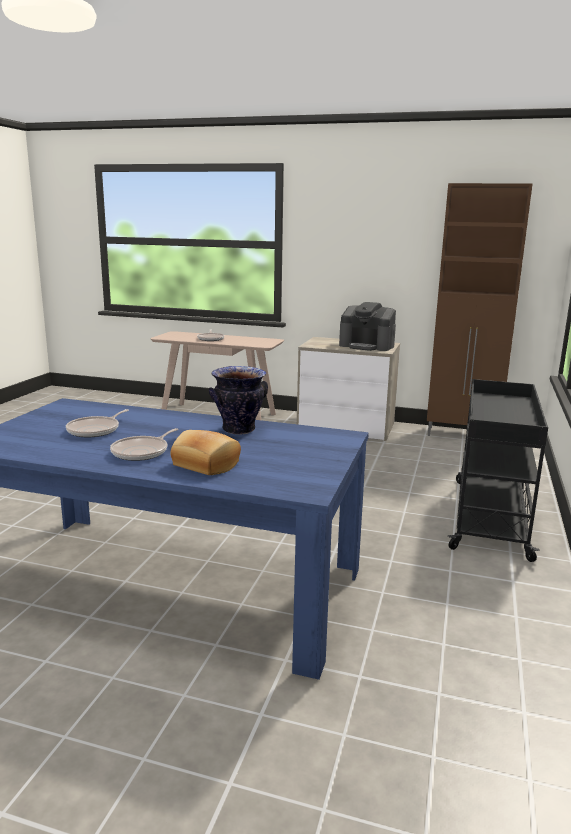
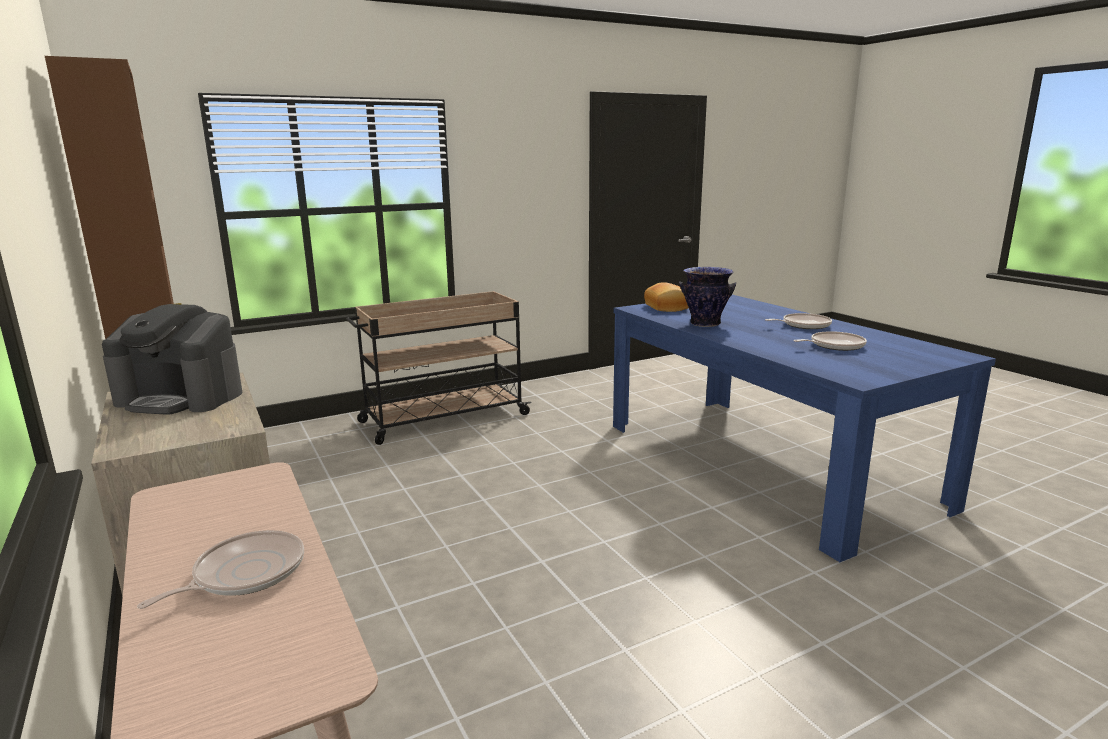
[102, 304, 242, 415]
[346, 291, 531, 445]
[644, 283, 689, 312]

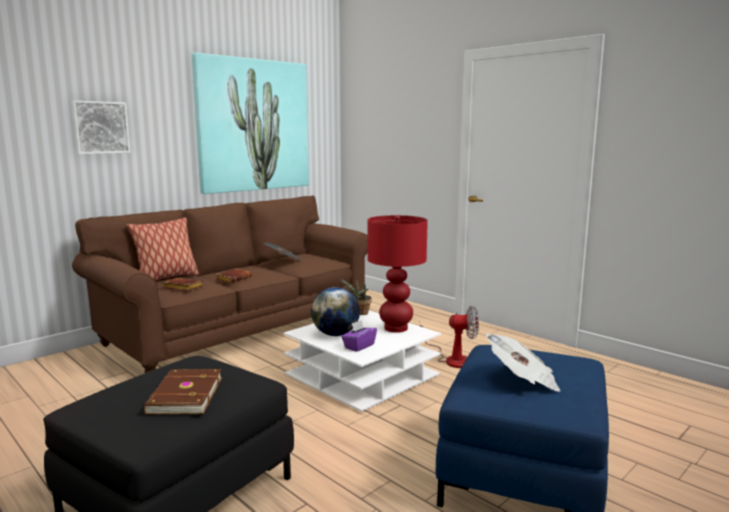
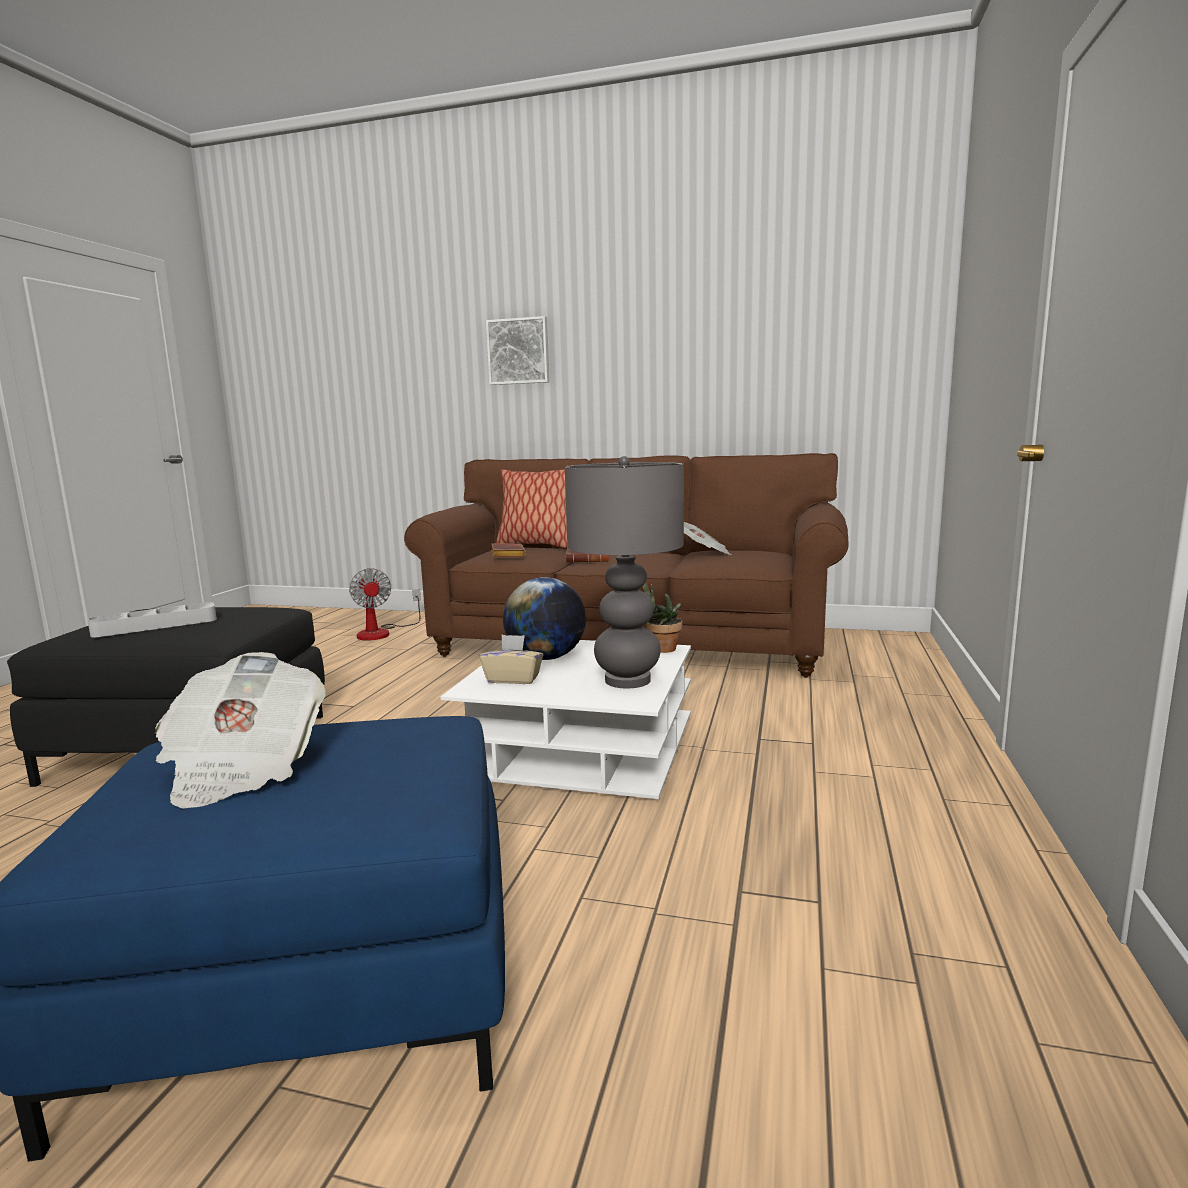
[88, 602, 217, 637]
[349, 568, 421, 641]
[479, 635, 543, 684]
[565, 456, 684, 688]
[192, 53, 309, 194] (first image)

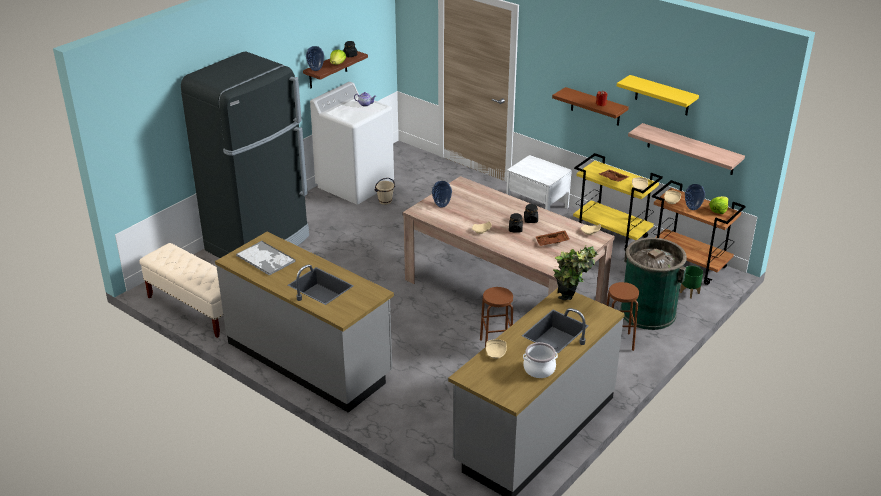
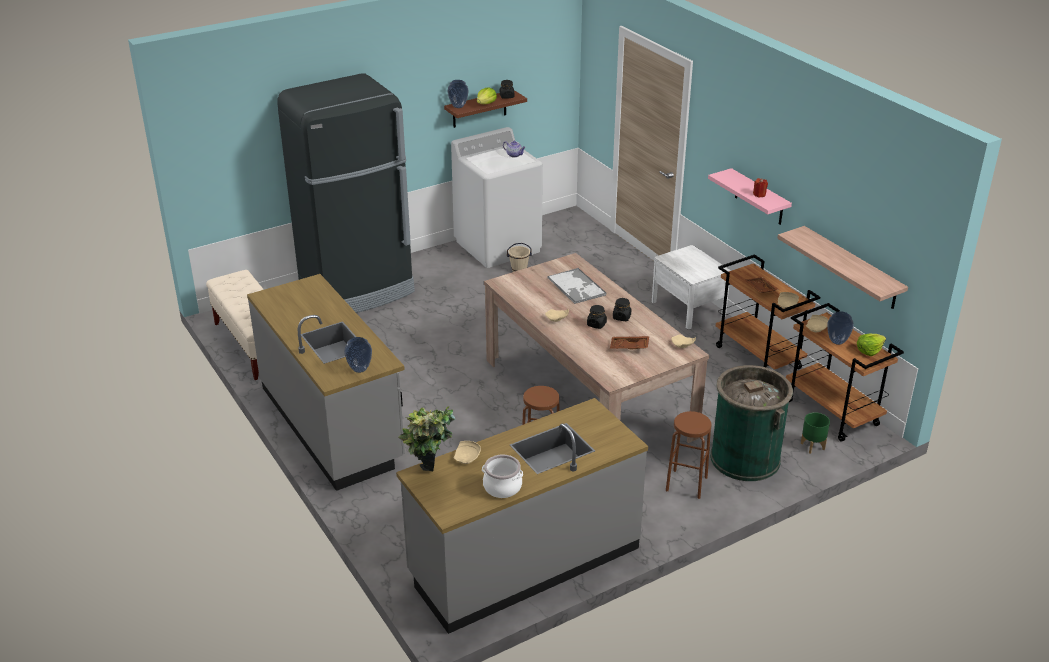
[344, 337, 372, 373]
[398, 406, 456, 471]
[547, 268, 606, 304]
[708, 168, 792, 225]
[716, 254, 820, 370]
[617, 75, 699, 115] (first image)

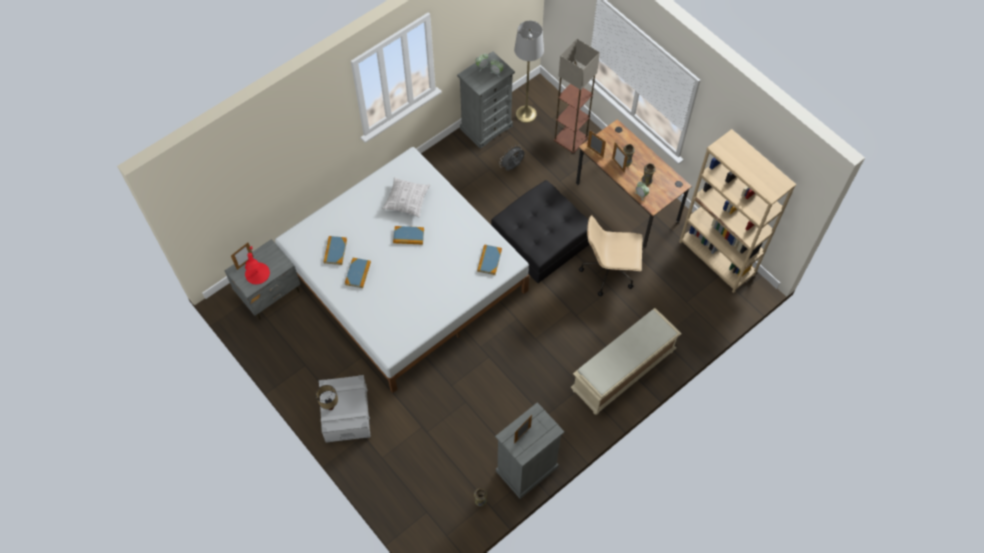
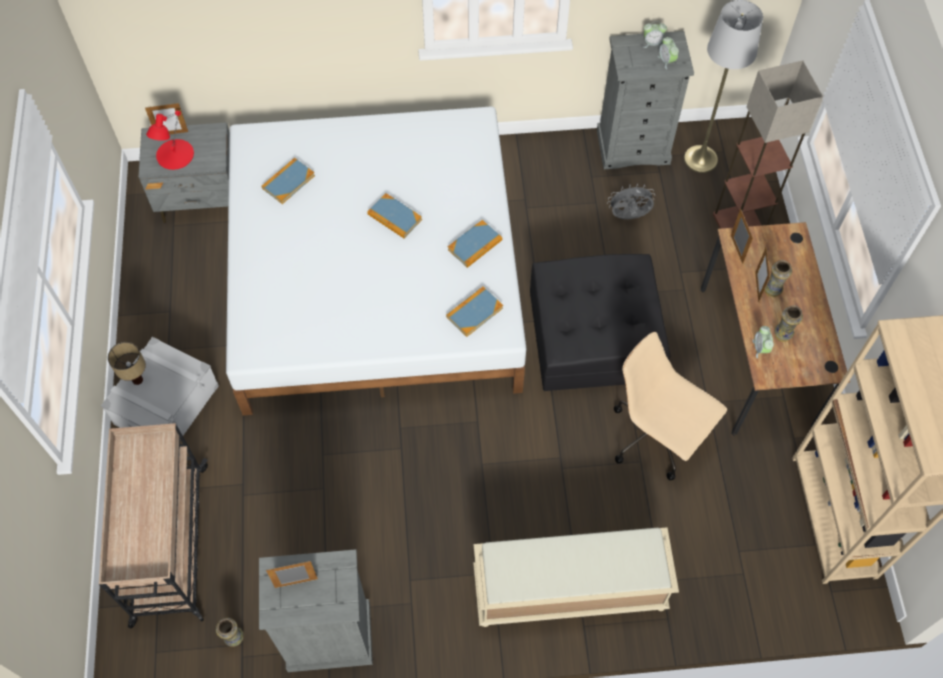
[99, 423, 208, 628]
[448, 220, 502, 268]
[382, 177, 430, 218] (first image)

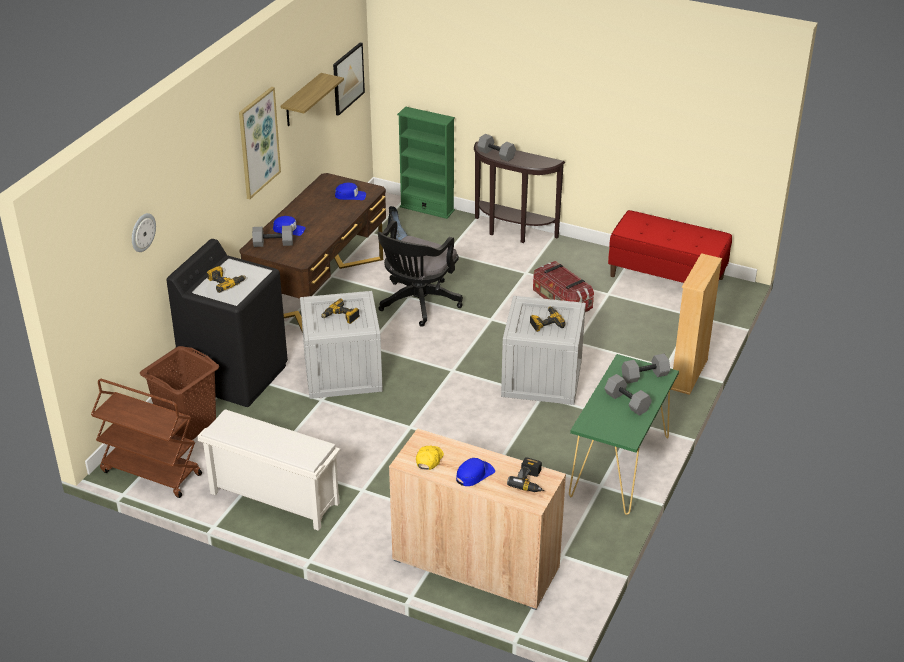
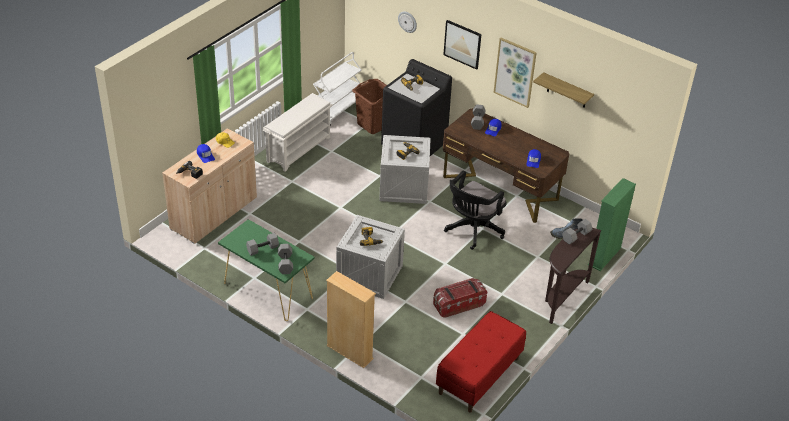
[313, 52, 361, 125]
[443, 20, 482, 70]
[444, 170, 507, 250]

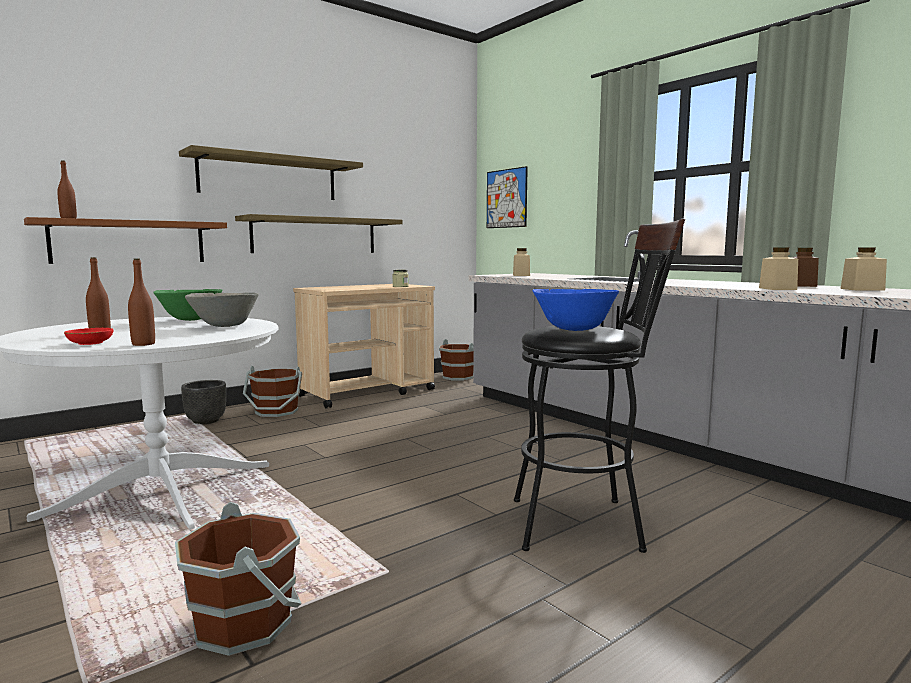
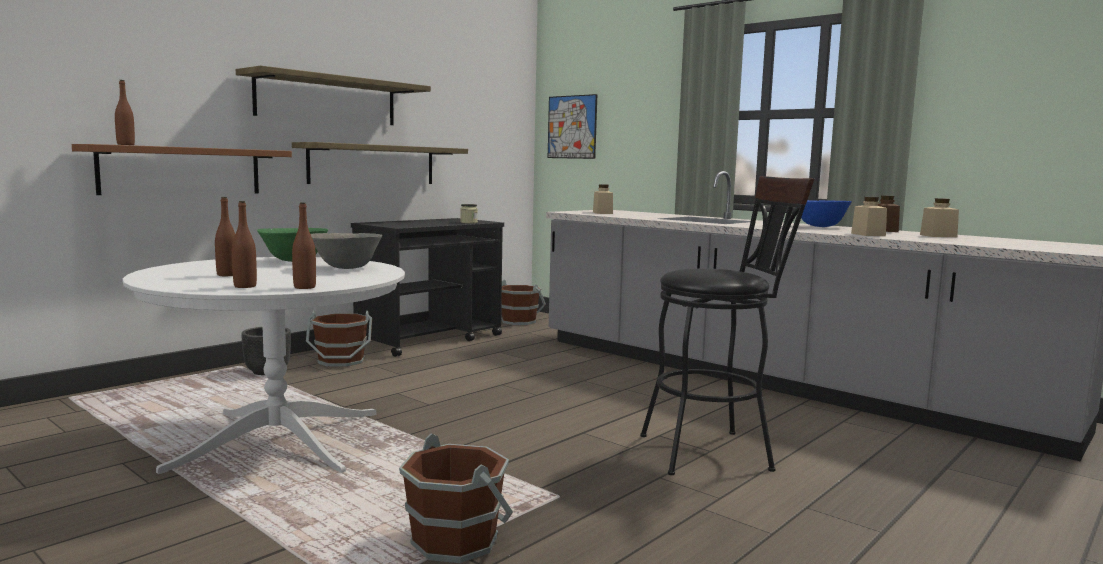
[232, 201, 257, 288]
[351, 218, 504, 357]
[801, 200, 852, 227]

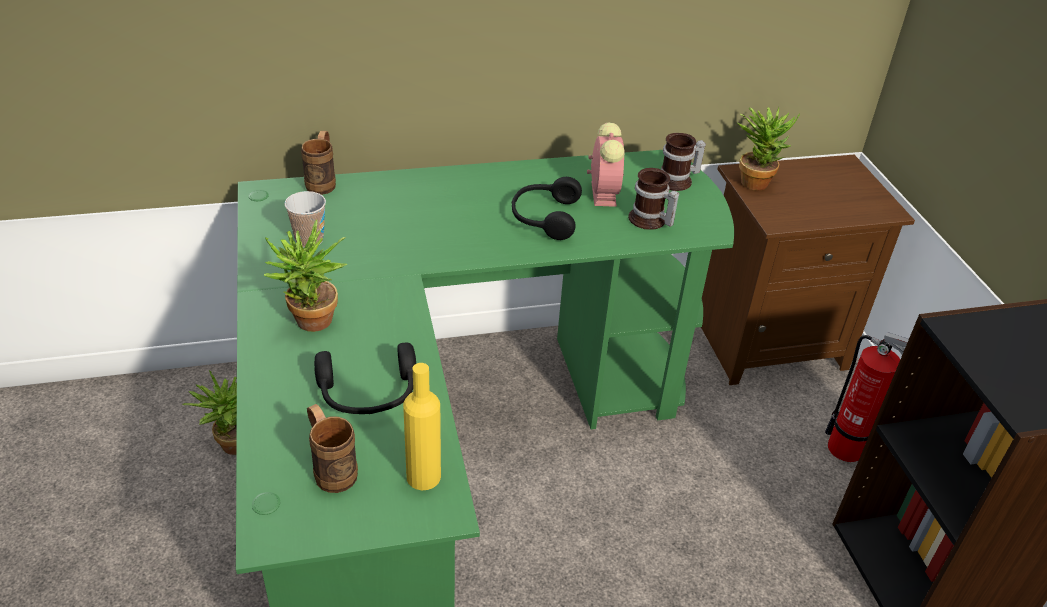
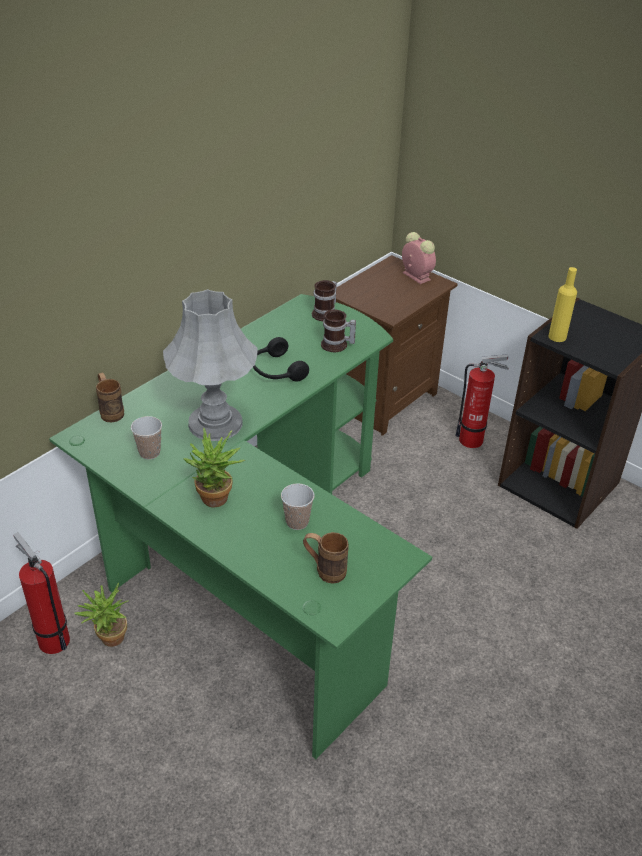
[14, 532, 70, 654]
[163, 289, 258, 441]
[281, 483, 314, 530]
[402, 232, 436, 284]
[549, 267, 577, 342]
[736, 107, 800, 190] (first image)

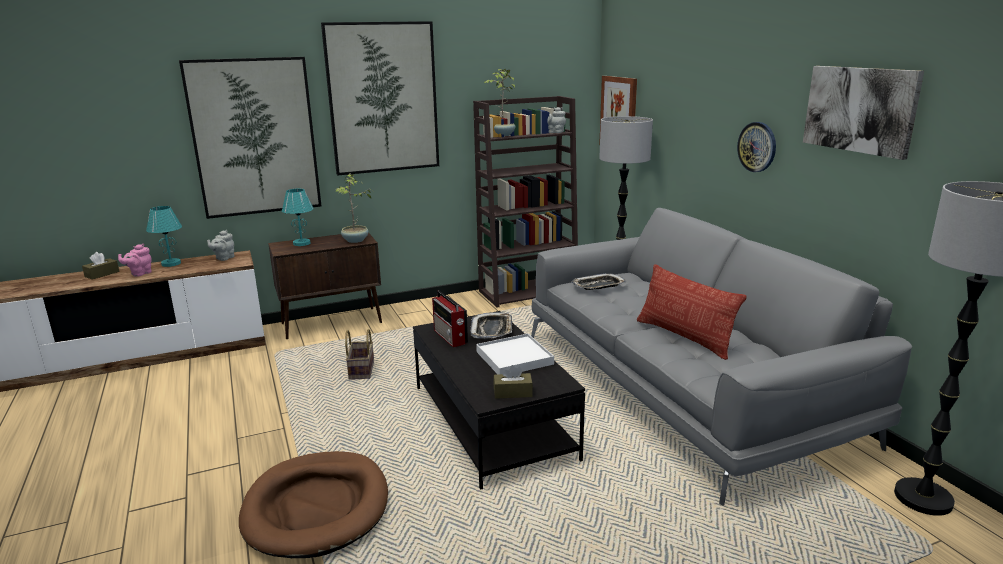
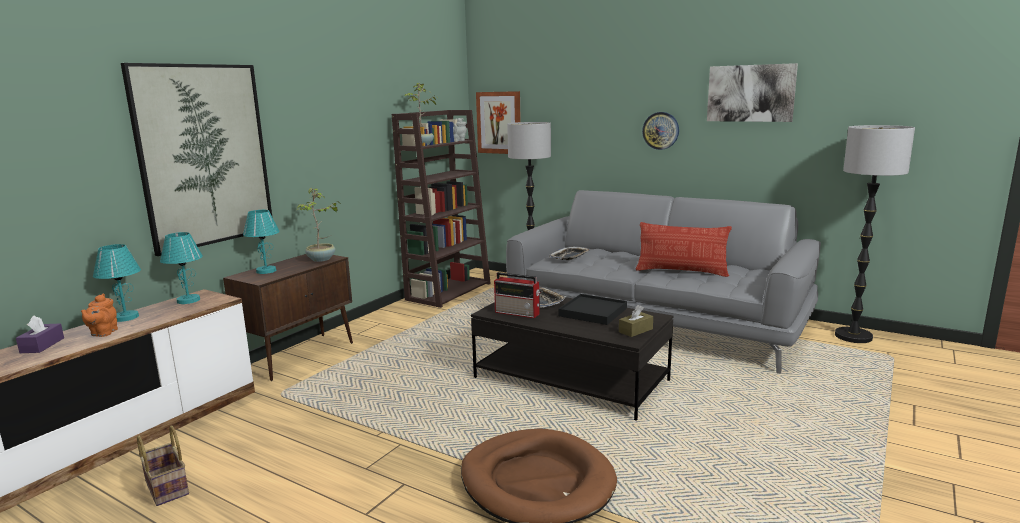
[16, 315, 64, 353]
[81, 293, 118, 337]
[137, 425, 189, 506]
[160, 232, 203, 304]
[558, 294, 627, 325]
[321, 21, 439, 176] (first image)

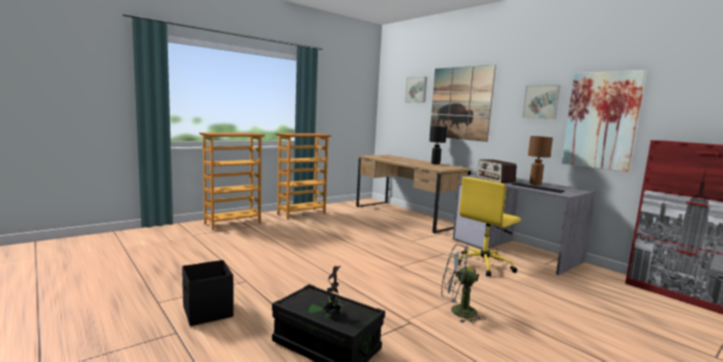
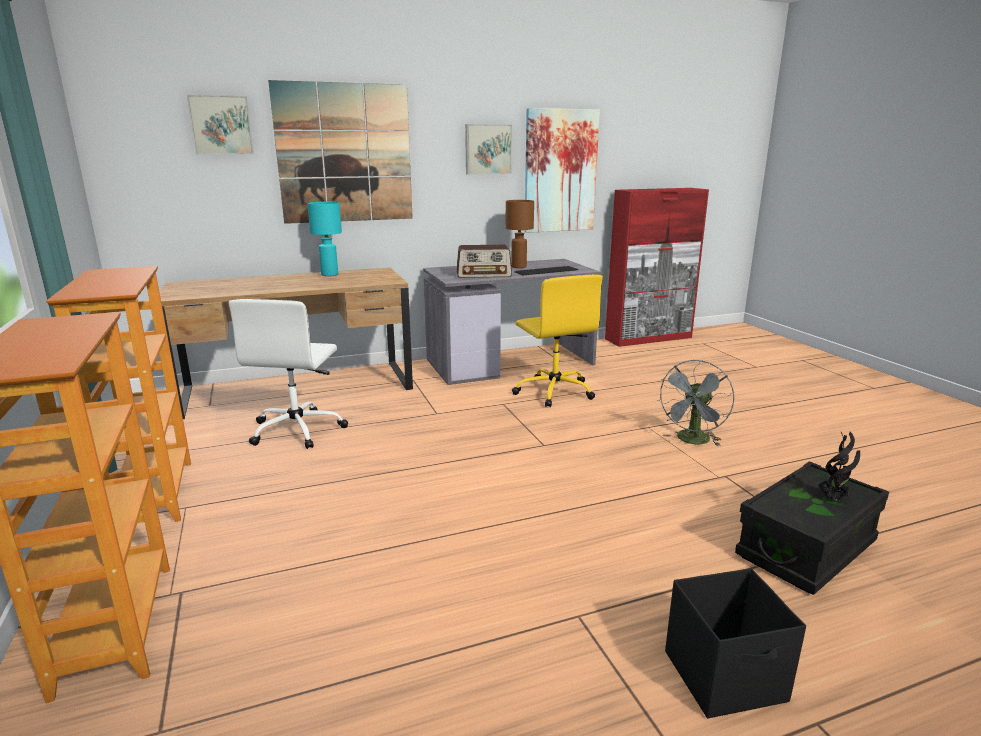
[229, 299, 348, 449]
[307, 202, 342, 276]

